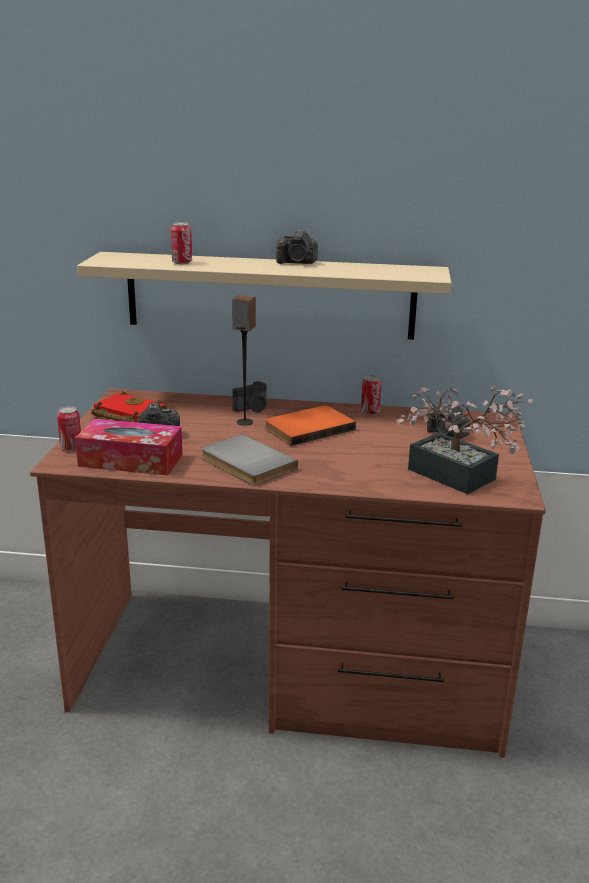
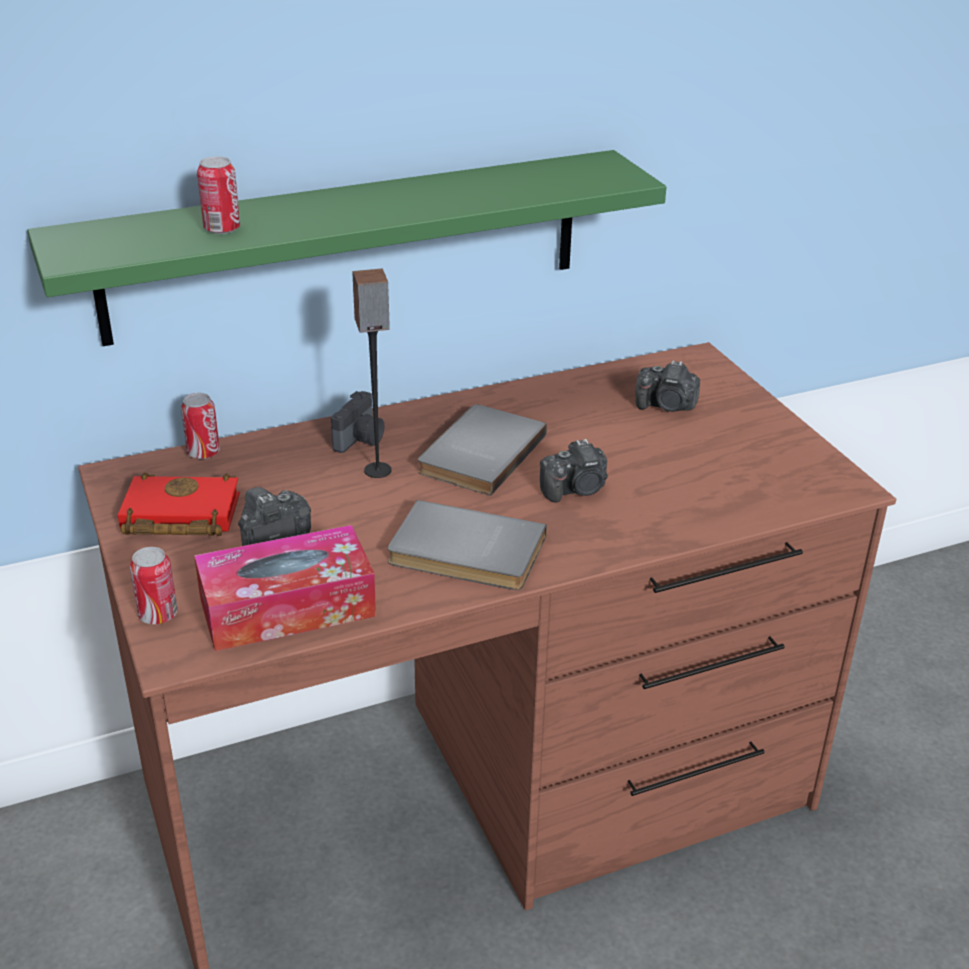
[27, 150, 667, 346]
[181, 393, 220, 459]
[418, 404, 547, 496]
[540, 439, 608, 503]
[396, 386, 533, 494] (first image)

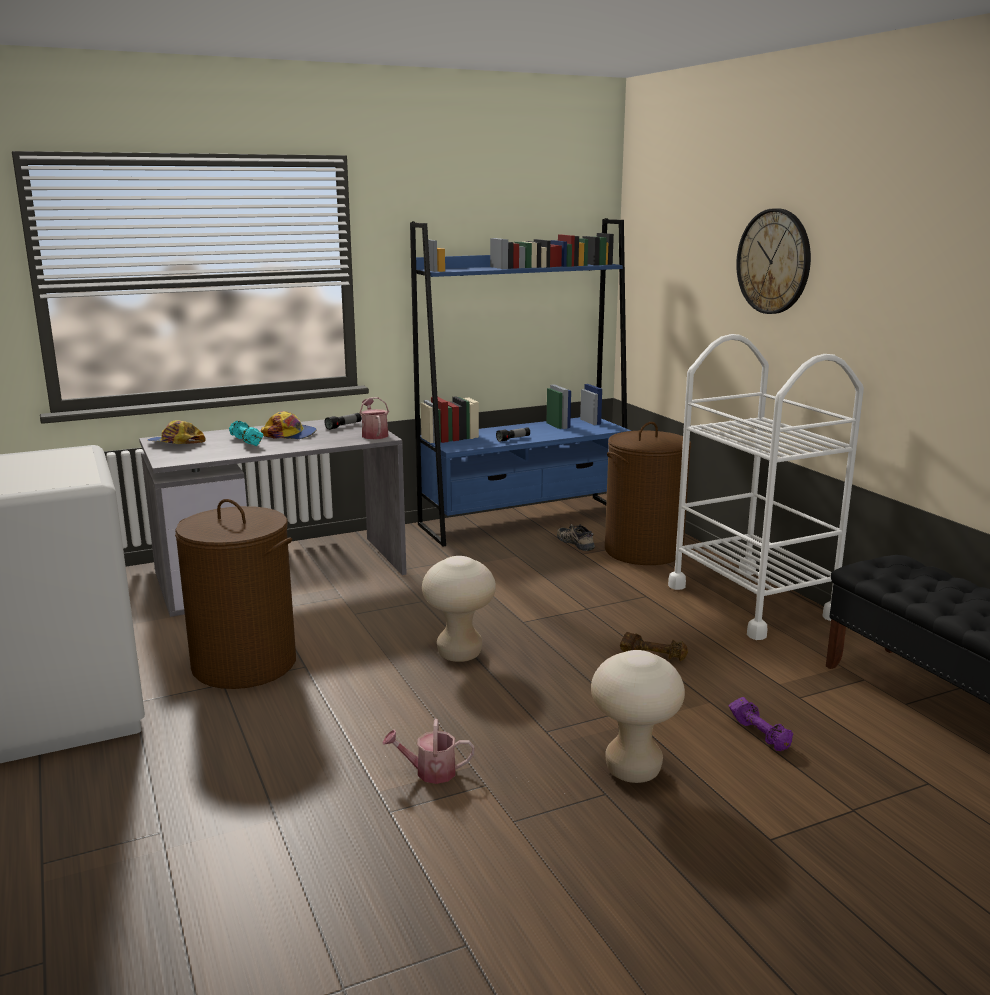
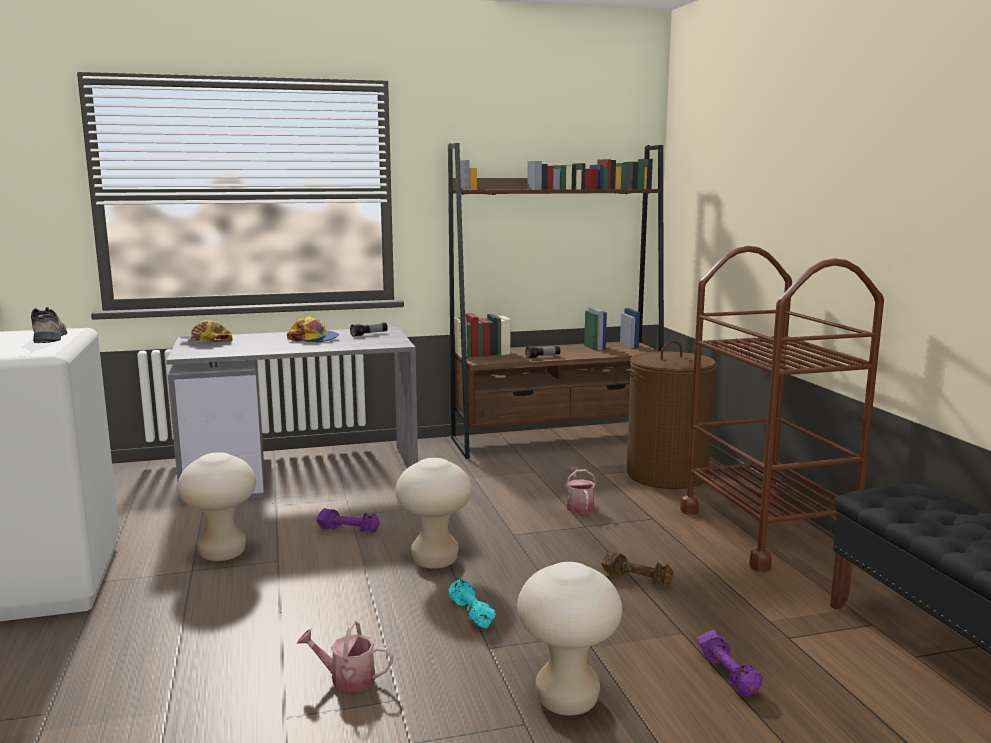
[31, 307, 67, 343]
[177, 452, 256, 561]
[316, 508, 380, 533]
[448, 143, 664, 459]
[448, 579, 496, 629]
[566, 467, 596, 514]
[680, 246, 884, 572]
[736, 208, 811, 314] (first image)

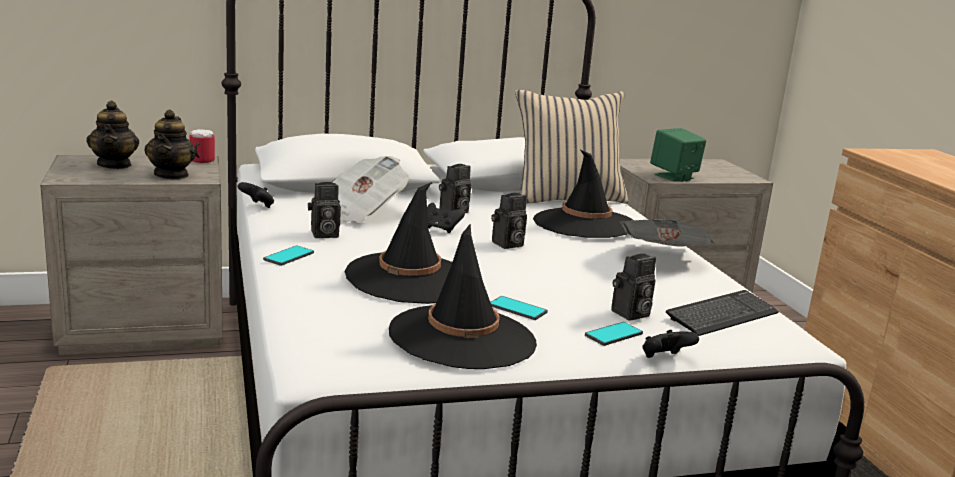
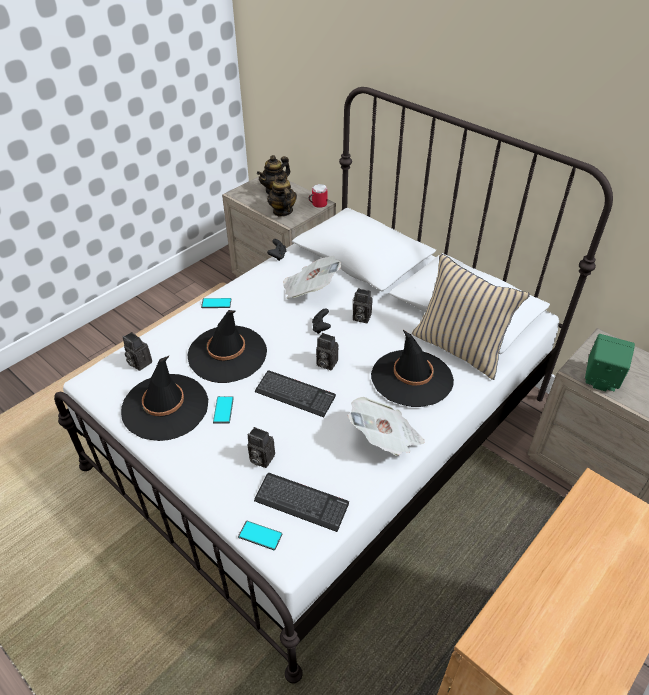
[123, 332, 152, 371]
[238, 521, 282, 550]
[255, 370, 336, 417]
[267, 175, 297, 217]
[642, 330, 699, 358] (first image)

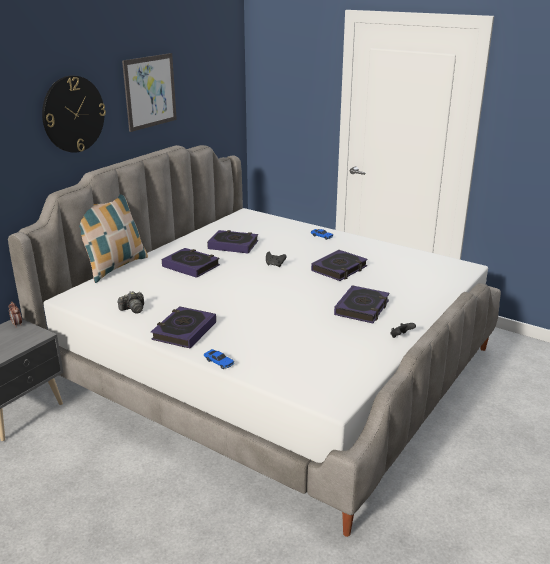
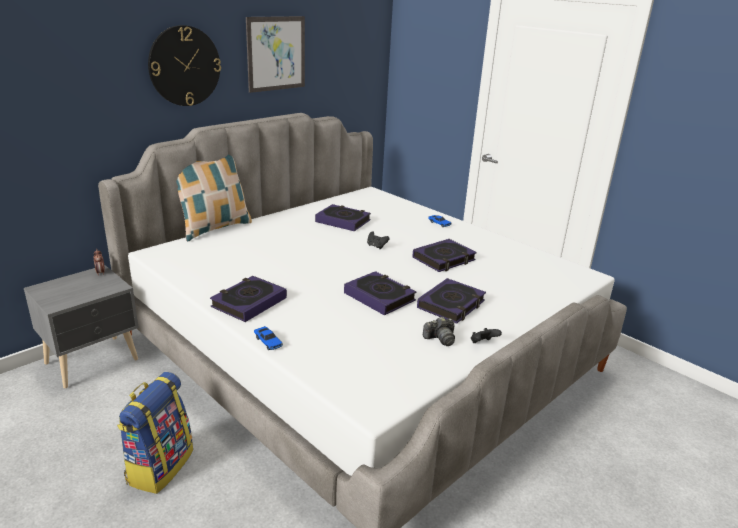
[117, 372, 193, 494]
[344, 271, 417, 315]
[423, 317, 455, 346]

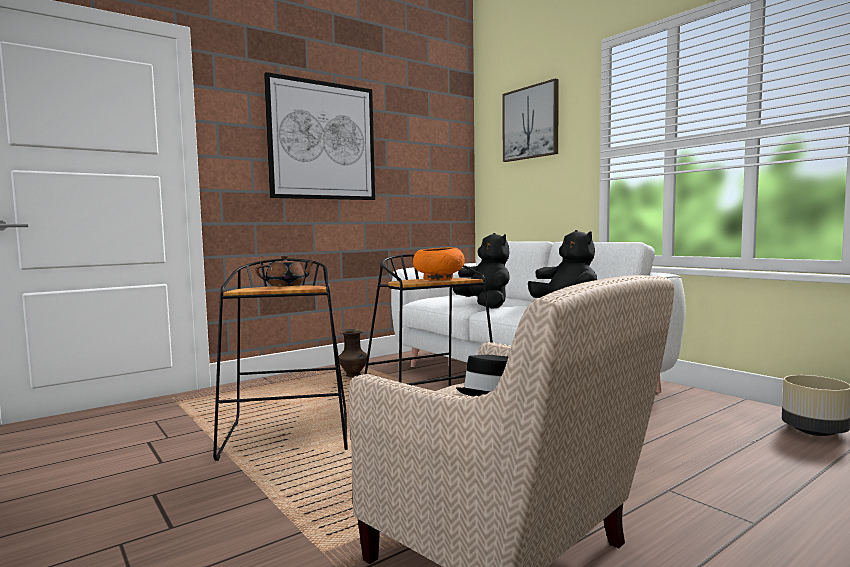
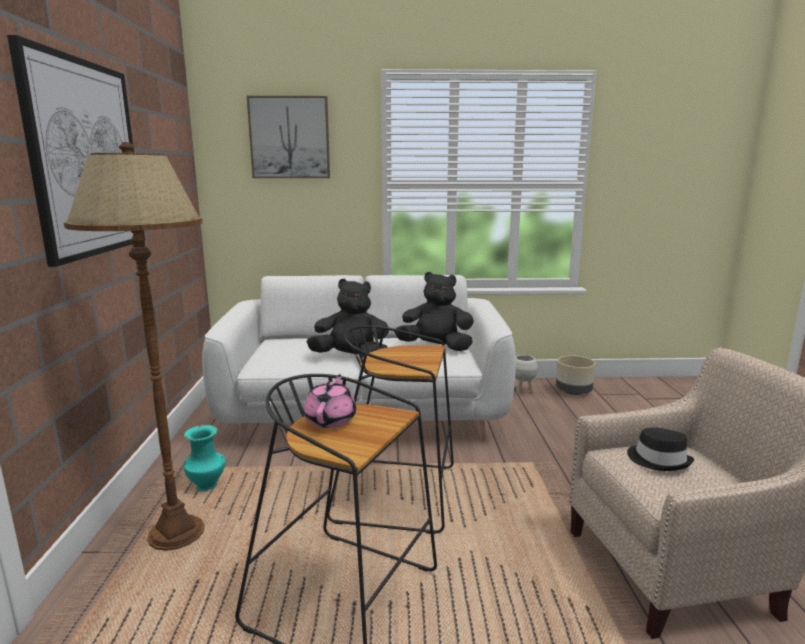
[64, 142, 205, 551]
[183, 425, 226, 491]
[304, 374, 356, 428]
[515, 355, 538, 394]
[413, 247, 465, 280] (first image)

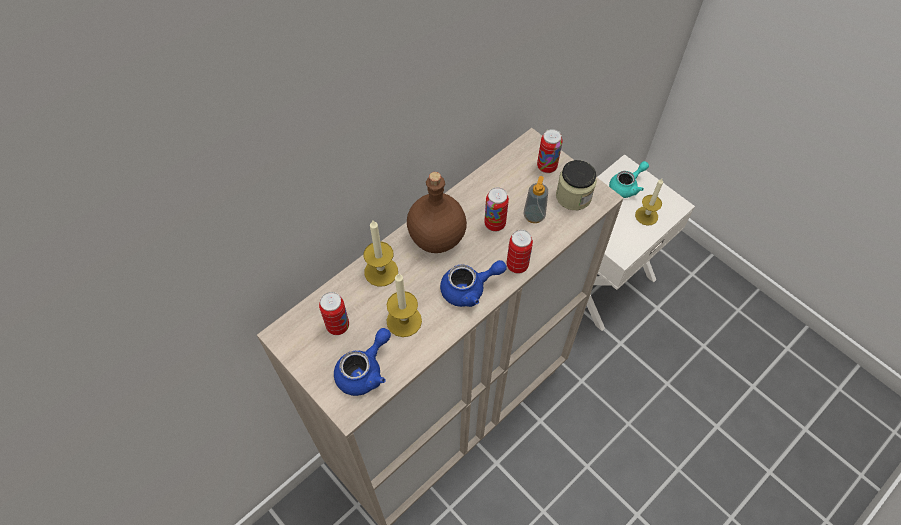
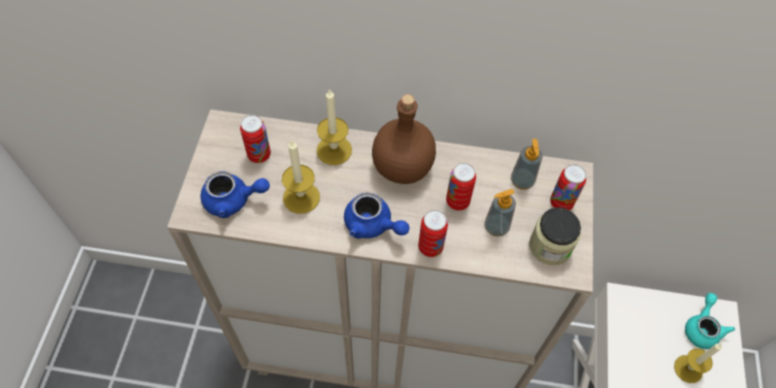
[511, 139, 542, 190]
[685, 293, 735, 349]

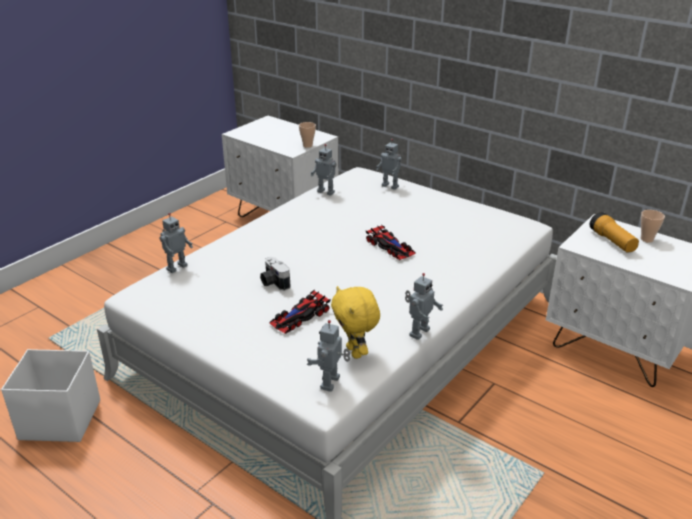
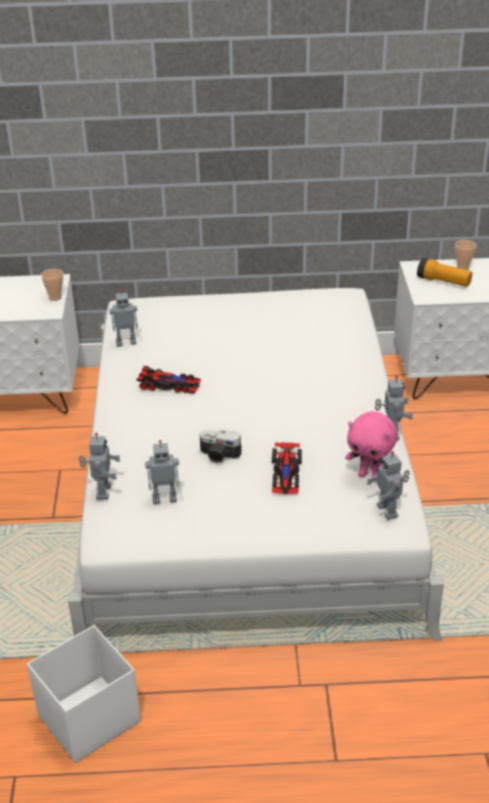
[136, 366, 201, 394]
[145, 440, 179, 504]
[345, 411, 398, 482]

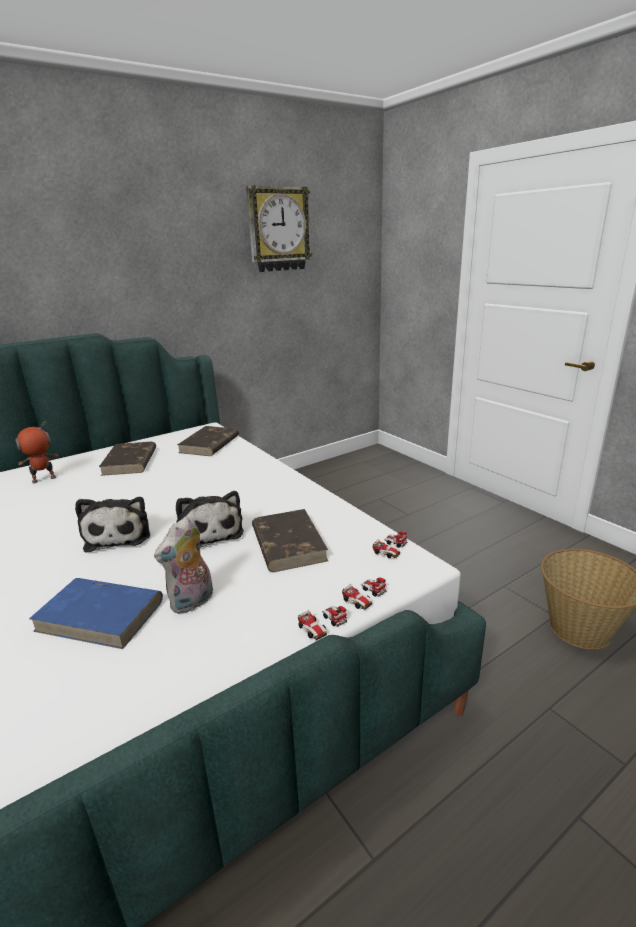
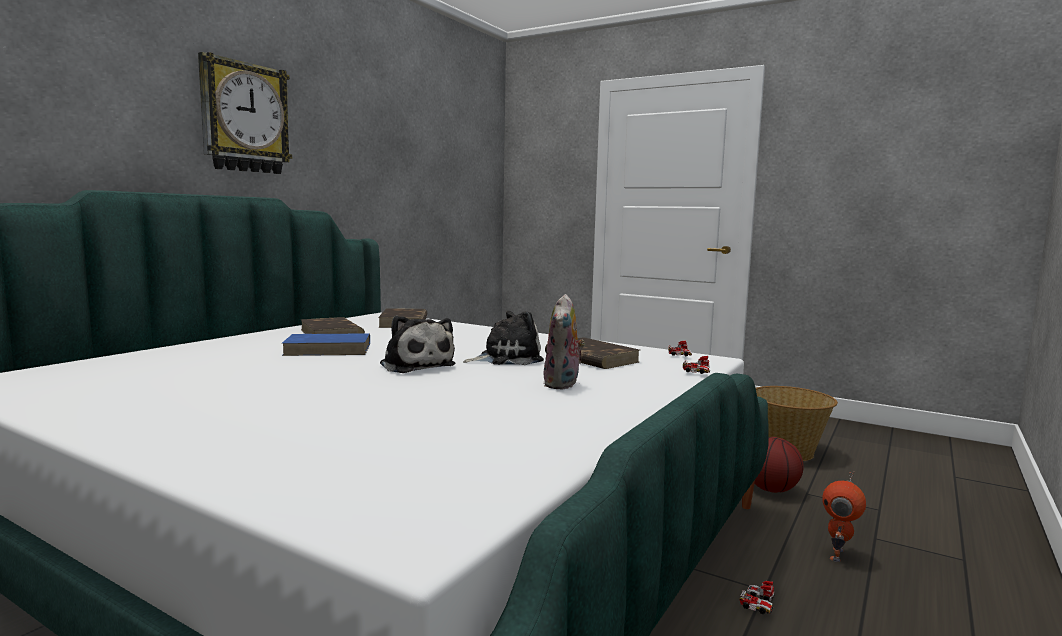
[198, 52, 292, 174]
[281, 334, 370, 356]
[463, 311, 544, 365]
[740, 581, 774, 614]
[755, 437, 804, 493]
[822, 471, 866, 562]

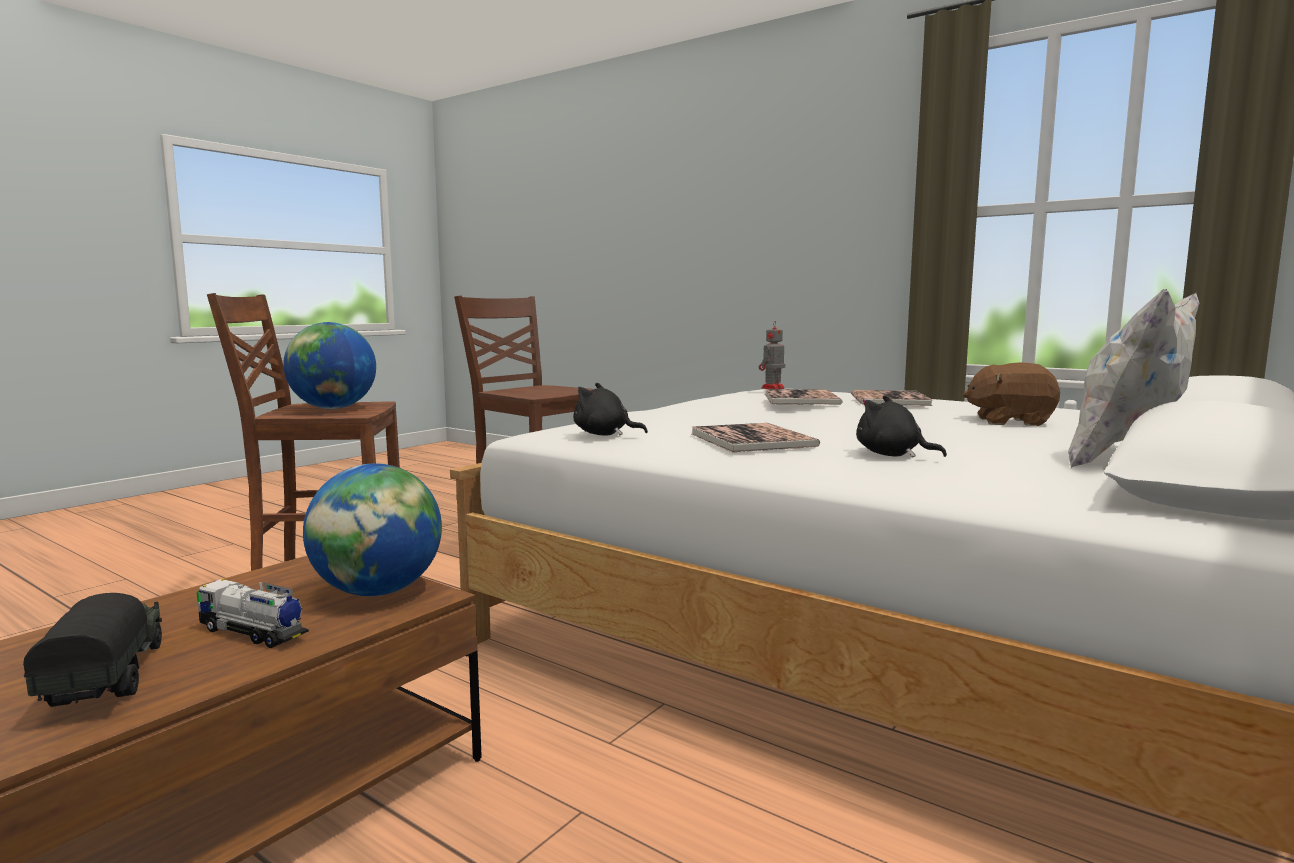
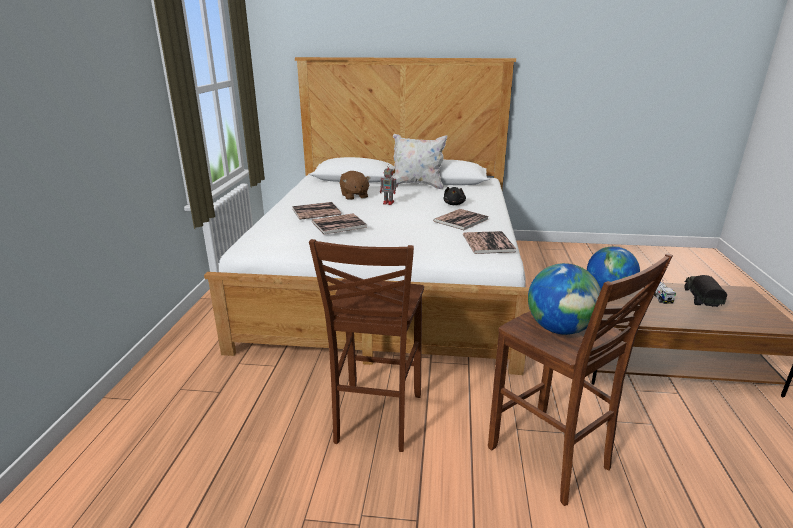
[380, 164, 398, 205]
[463, 231, 516, 254]
[685, 275, 727, 307]

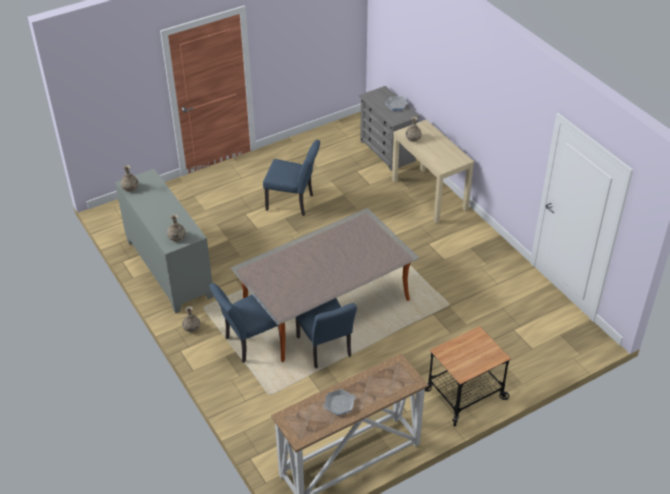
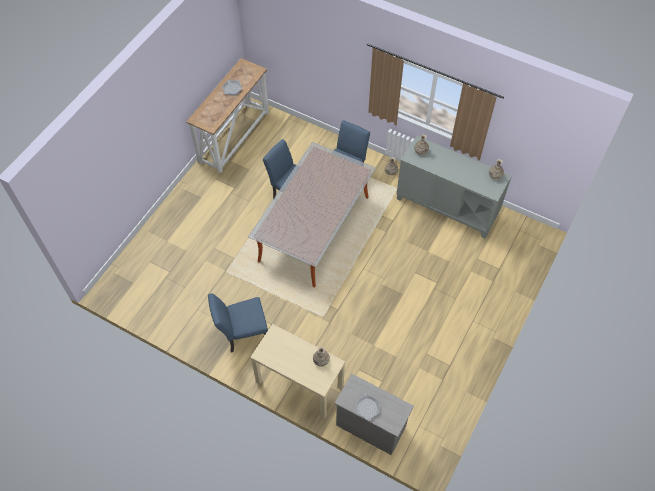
[208, 293, 268, 353]
[425, 326, 511, 426] (first image)

